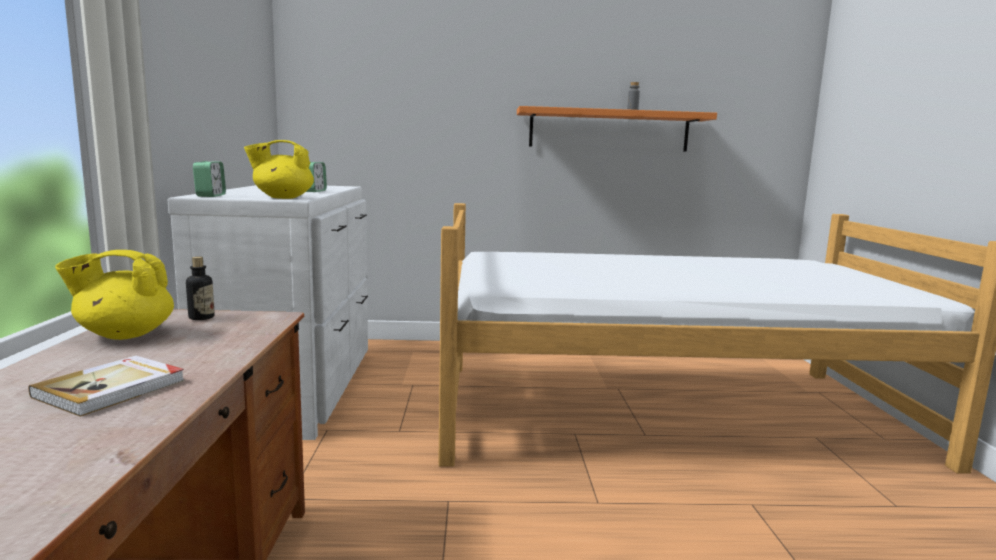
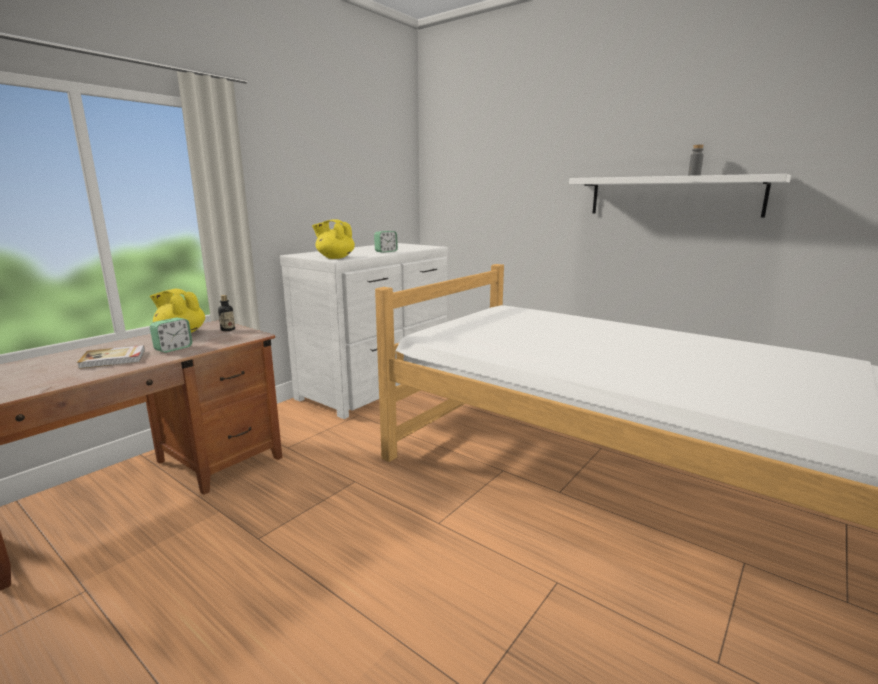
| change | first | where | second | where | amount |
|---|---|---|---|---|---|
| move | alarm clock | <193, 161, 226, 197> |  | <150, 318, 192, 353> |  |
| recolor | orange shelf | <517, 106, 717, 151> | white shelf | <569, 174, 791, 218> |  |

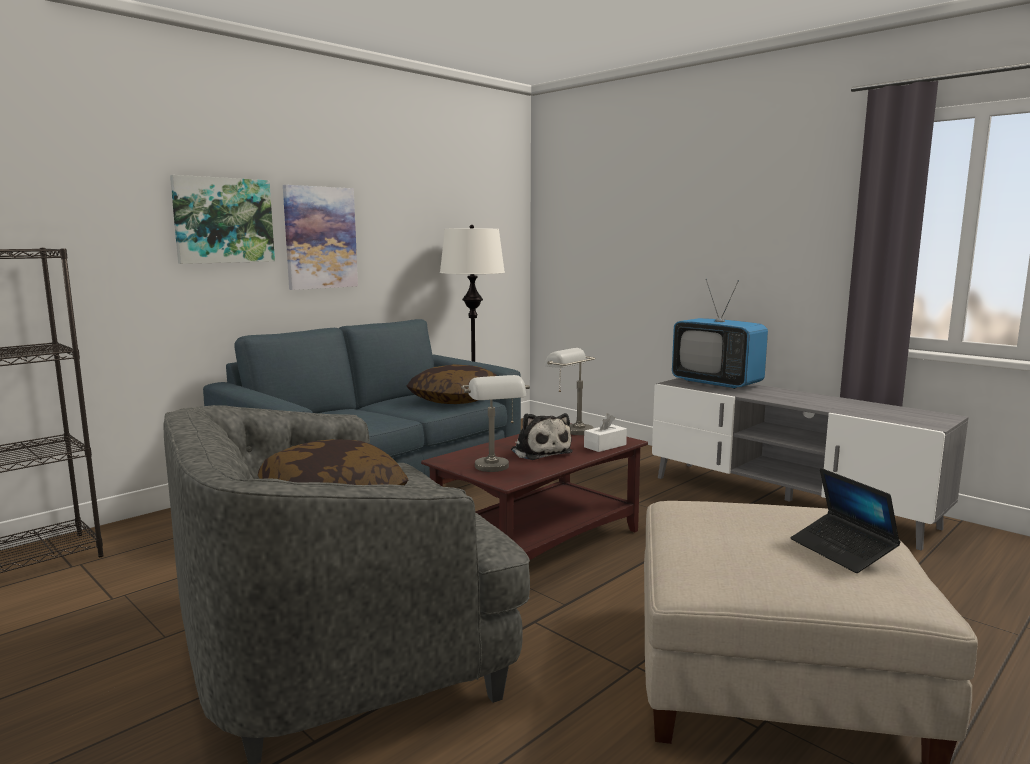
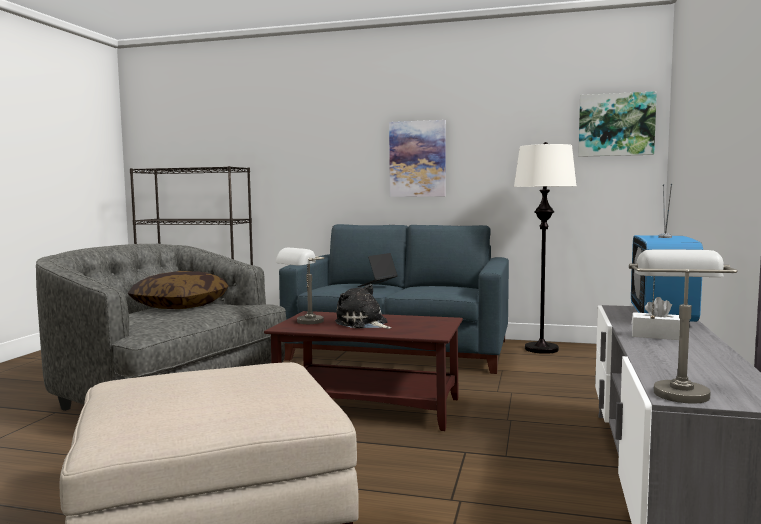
| change | first | where | second | where | amount |
|---|---|---|---|---|---|
| move | picture | <170, 175, 275, 264> |  | <578, 91, 657, 157> |  |
| delete | pillow | <406, 364, 497, 404> |  |  |  |
| rotate | plush toy | <511, 413, 572, 460> |  | <335, 284, 392, 329> | 105 degrees clockwise |
| move | grey table lamp | <544, 348, 595, 435> |  | <629, 249, 738, 404> |  |
| move | white tissue box | <584, 413, 627, 452> |  | <632, 297, 680, 340> |  |
| move | laptop | <791, 468, 901, 573> |  | <358, 253, 398, 287> |  |

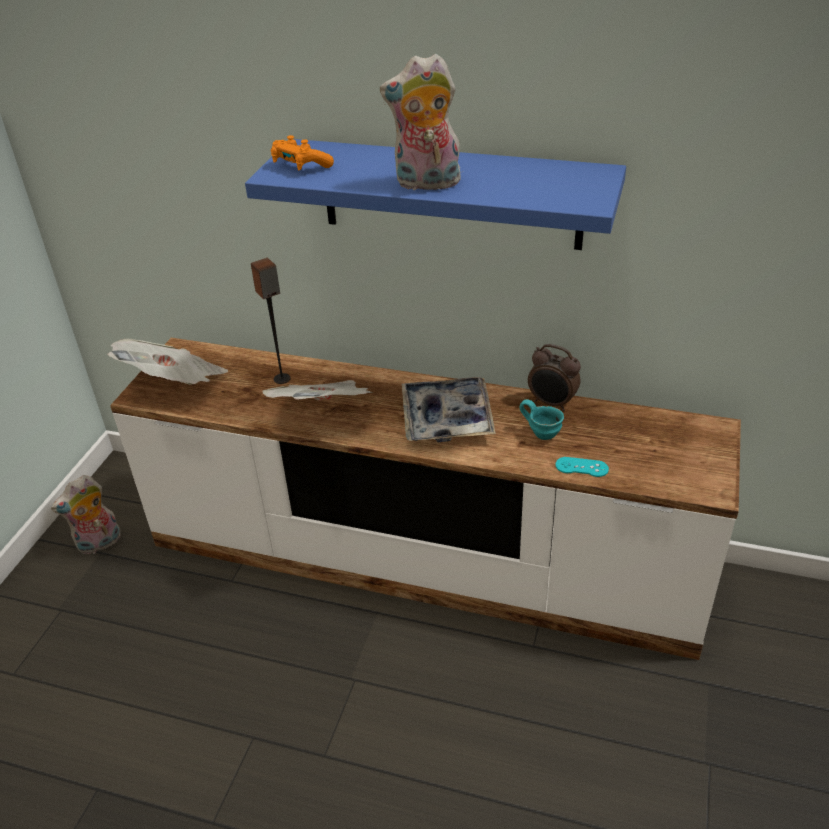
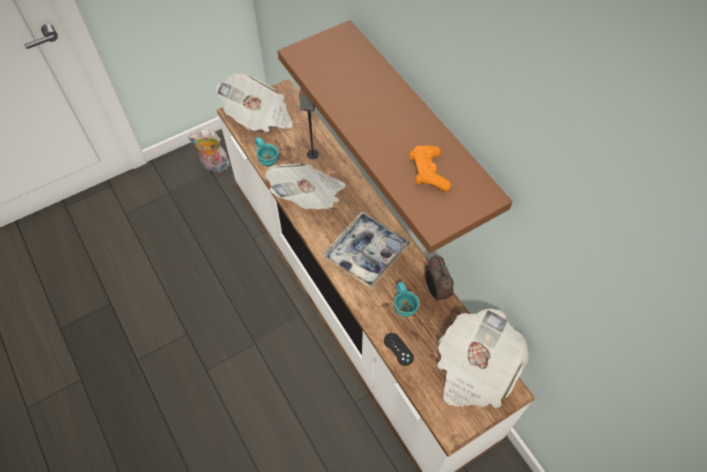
| change | first | where | second | where | amount |
|---|---|---|---|---|---|
| recolor | blue shelf | <245, 139, 626, 250> | brown shelf | <278, 20, 513, 253> |  |
| move | orange game controller | <271, 135, 334, 170> |  | <410, 145, 451, 191> |  |
| delete | plush toy | <380, 54, 461, 190> |  |  |  |
| recolor | turquoise game controller | <556, 457, 609, 477> | black game controller | <384, 333, 414, 366> |  |
| insert |  |  | turquoise mug | <255, 137, 279, 167> |  |
| insert |  |  | newspaper | <437, 308, 529, 408> |  |

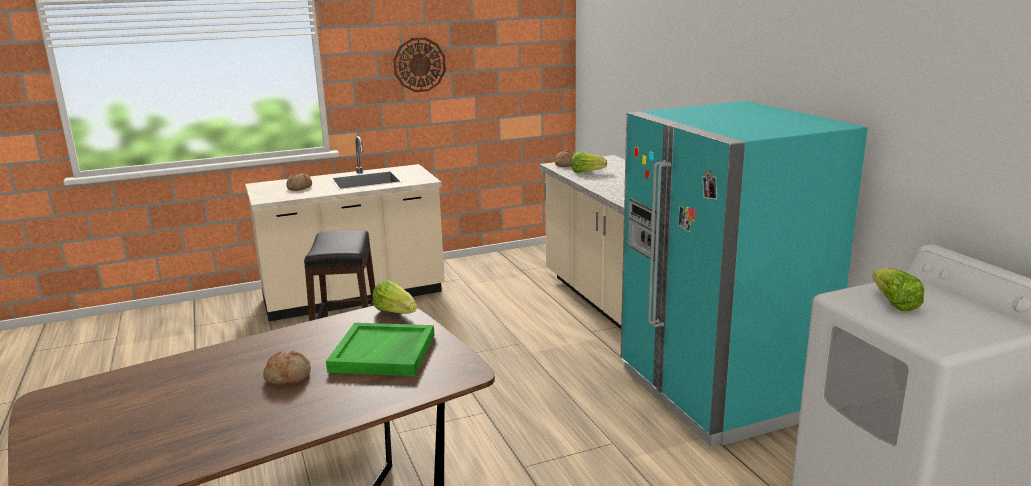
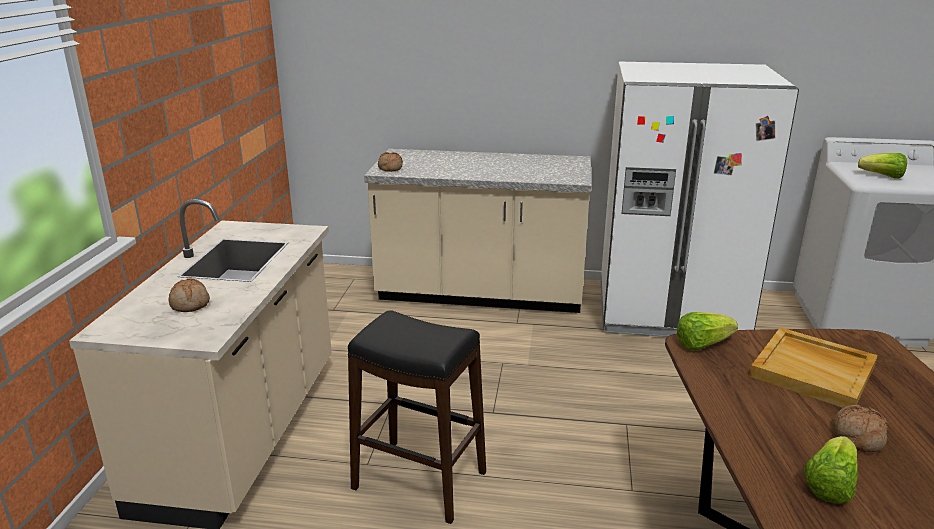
| change | first | where | second | where | amount |
|---|---|---|---|---|---|
| recolor | green tray | <326, 323, 435, 376> | beige tray | <749, 327, 878, 408> |  |
| delete | wall clock | <393, 37, 446, 92> |  |  |  |
| move | lettuce | <572, 152, 607, 173> |  | <804, 436, 858, 504> |  |
| recolor | turquoise fridge | <621, 101, 868, 446> | white fridge | <601, 62, 799, 337> |  |

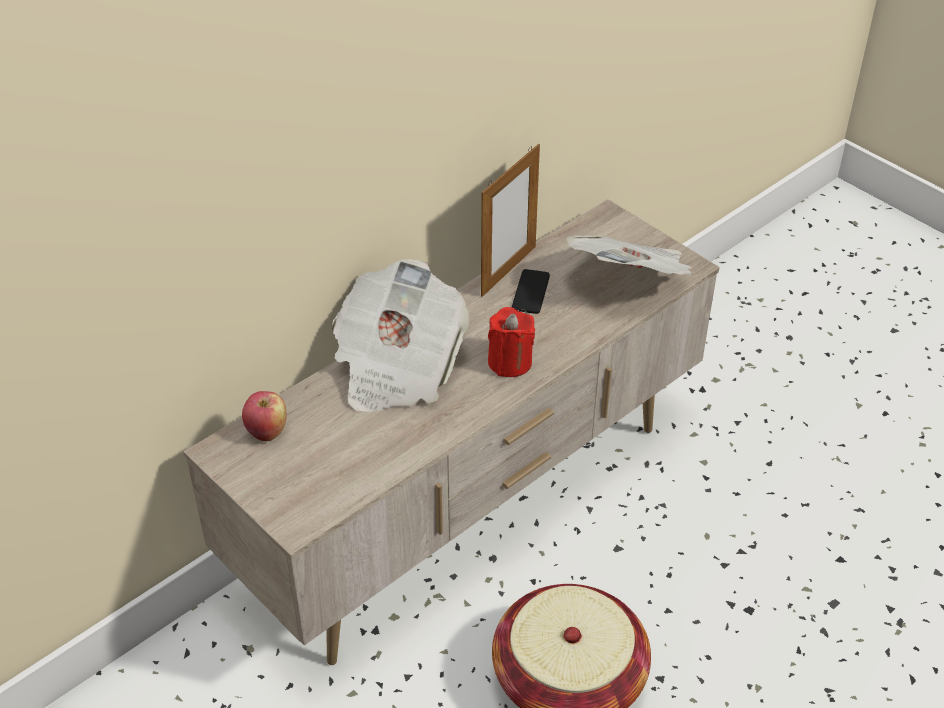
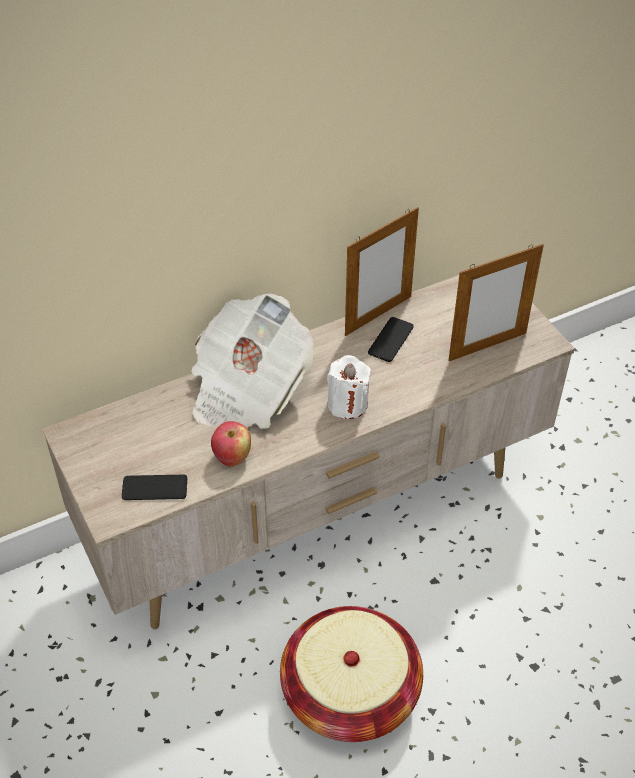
| change | first | where | second | where | amount |
|---|---|---|---|---|---|
| move | apple | <242, 391, 286, 441> |  | <211, 421, 251, 467> |  |
| recolor | red candle | <488, 307, 535, 377> | white candle | <327, 355, 371, 419> |  |
| replace | newspaper | <566, 236, 693, 275> | picture frame | <448, 244, 544, 362> |  |
| insert |  |  | phone | <122, 475, 187, 500> |  |

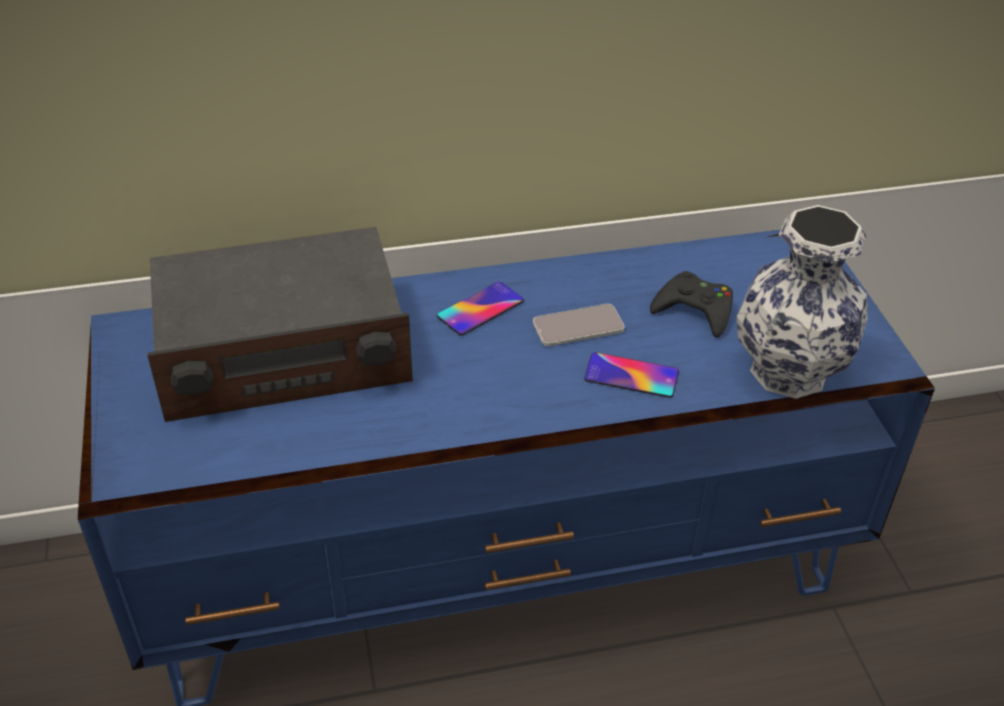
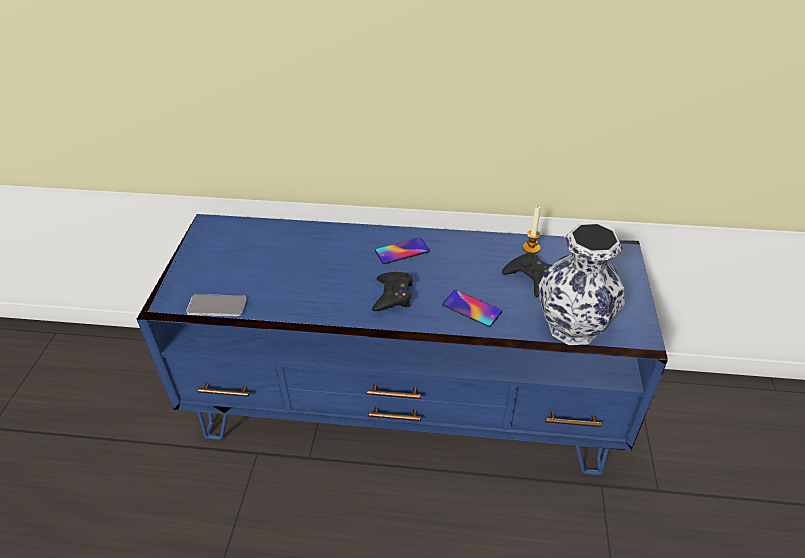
| change | first | where | second | where | amount |
|---|---|---|---|---|---|
| delete | radio | <147, 227, 413, 422> |  |  |  |
| move | phone | <533, 304, 625, 346> |  | <186, 294, 247, 316> |  |
| insert |  |  | black game controller | <372, 272, 413, 311> |  |
| insert |  |  | candle | <523, 206, 541, 254> |  |

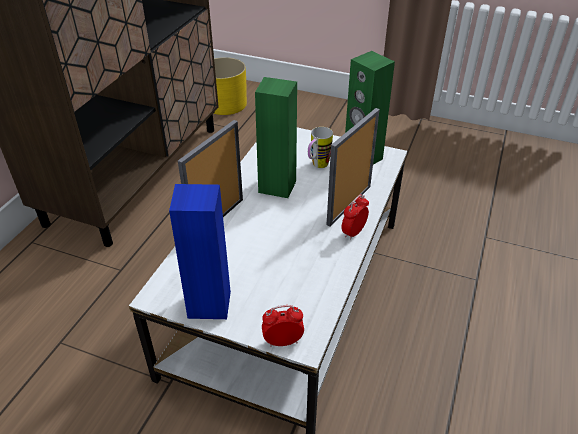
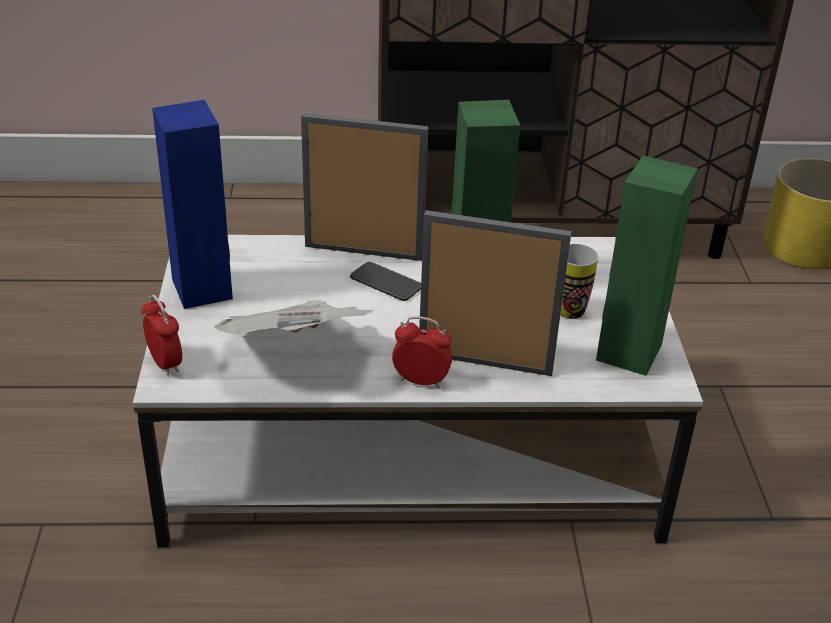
| change | first | where | second | where | amount |
|---|---|---|---|---|---|
| insert |  |  | newspaper | <214, 300, 373, 334> |  |
| insert |  |  | phone | <350, 262, 421, 301> |  |

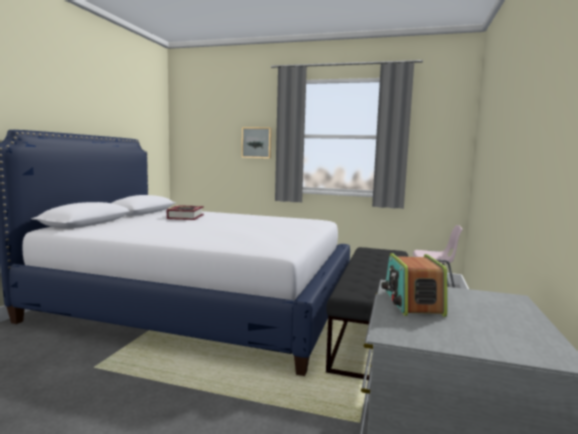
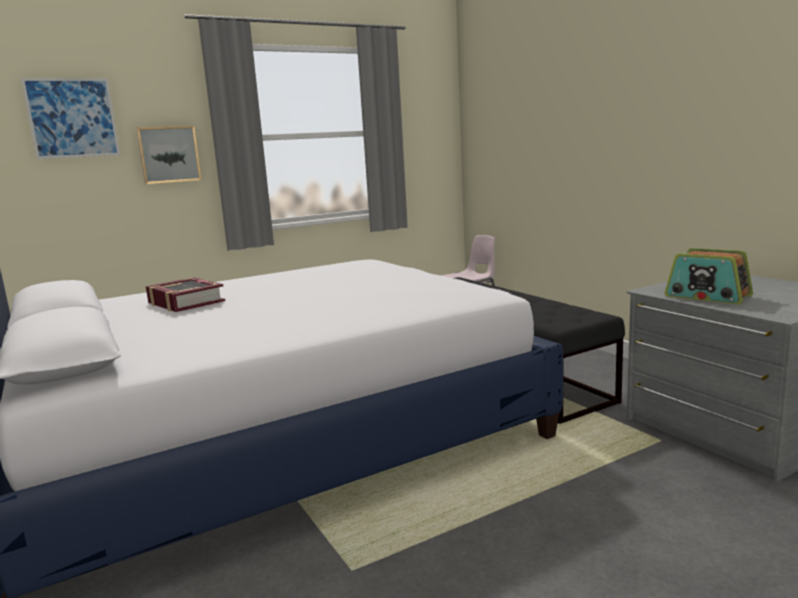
| change | first | where | second | where | amount |
|---|---|---|---|---|---|
| insert |  |  | picture | <21, 78, 120, 159> |  |

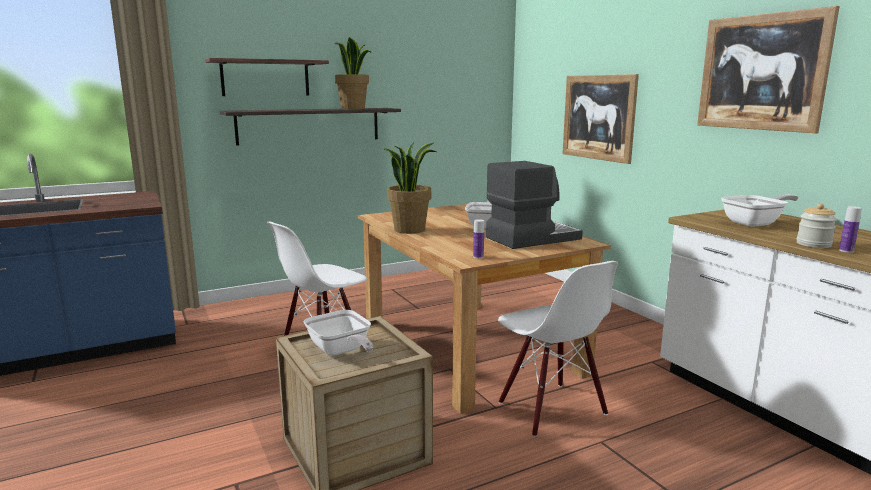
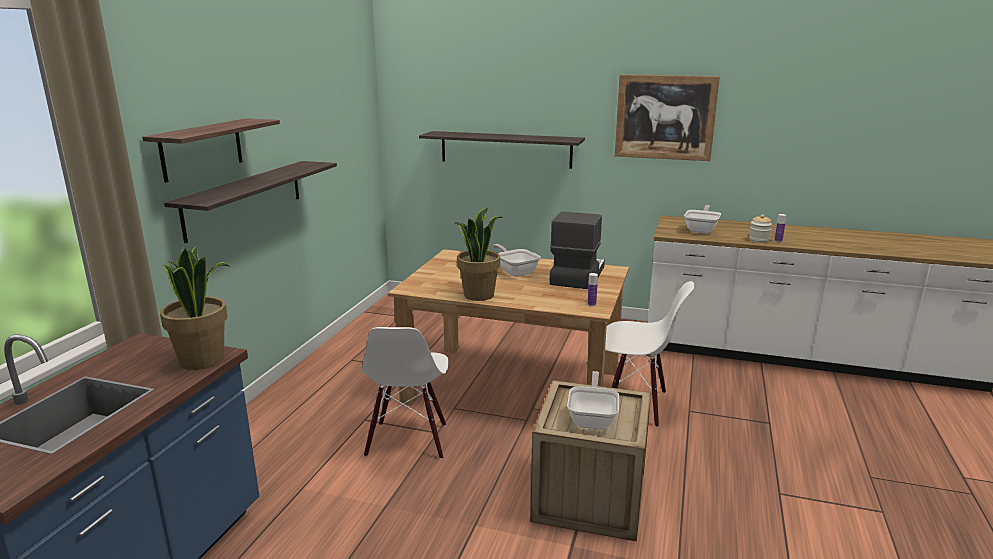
| change | first | where | second | where | amount |
|---|---|---|---|---|---|
| rotate | frying pan | <304, 310, 373, 356> |  | <567, 371, 619, 429> | 90 degrees counterclockwise |
| move | potted plant | <335, 37, 372, 109> |  | <160, 246, 231, 370> |  |
| replace | picture | <562, 74, 639, 164> | shelf | <419, 131, 585, 169> |  |

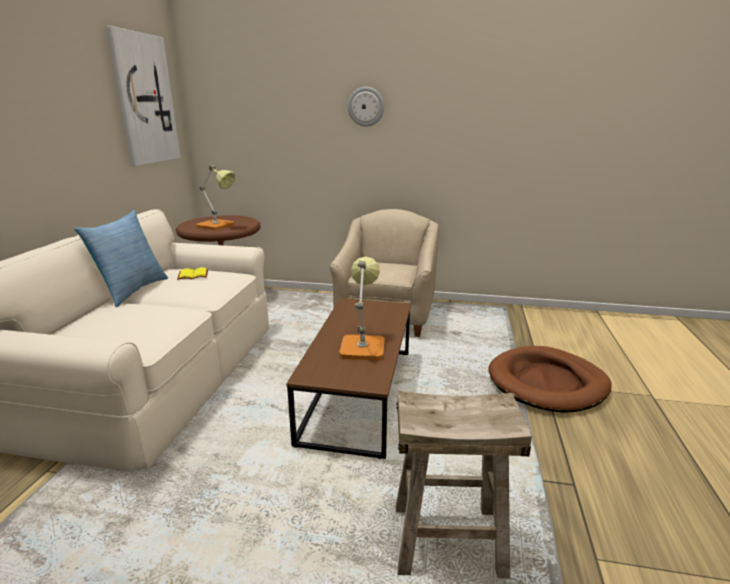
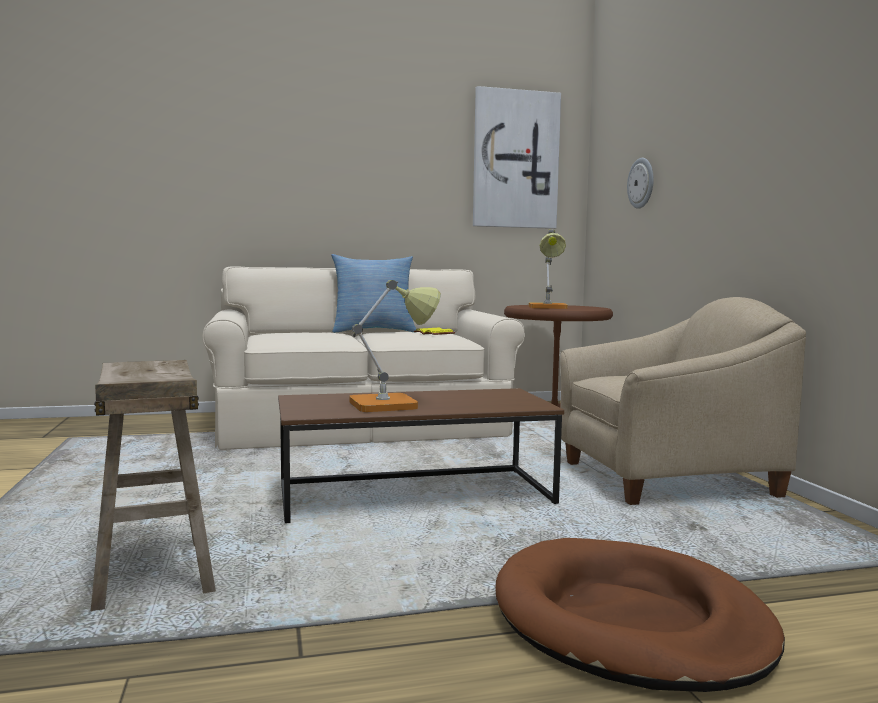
| change | first | where | second | where | amount |
|---|---|---|---|---|---|
| move | wall clock | <348, 87, 384, 127> |  | <627, 158, 654, 209> |  |

